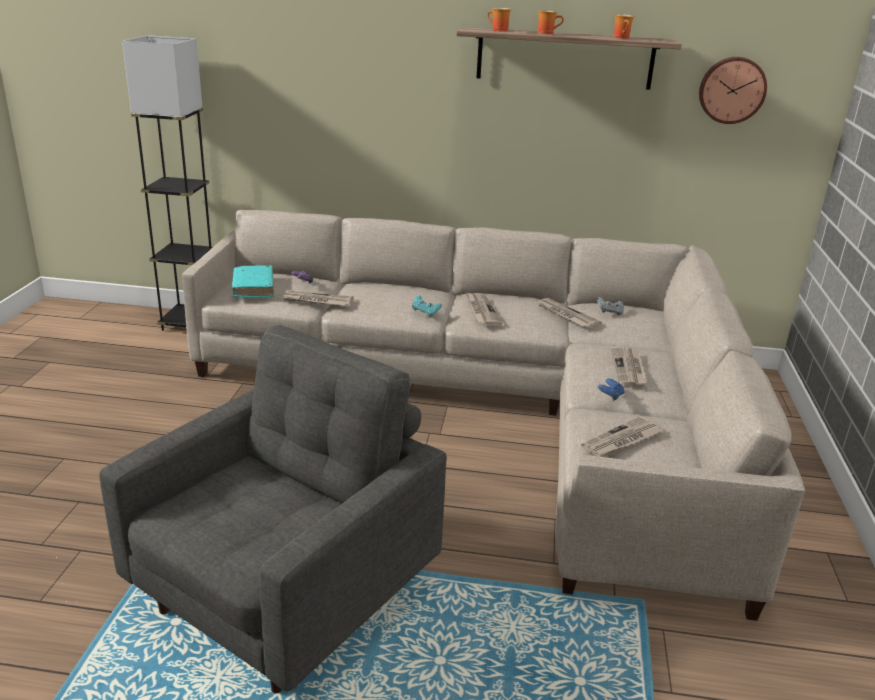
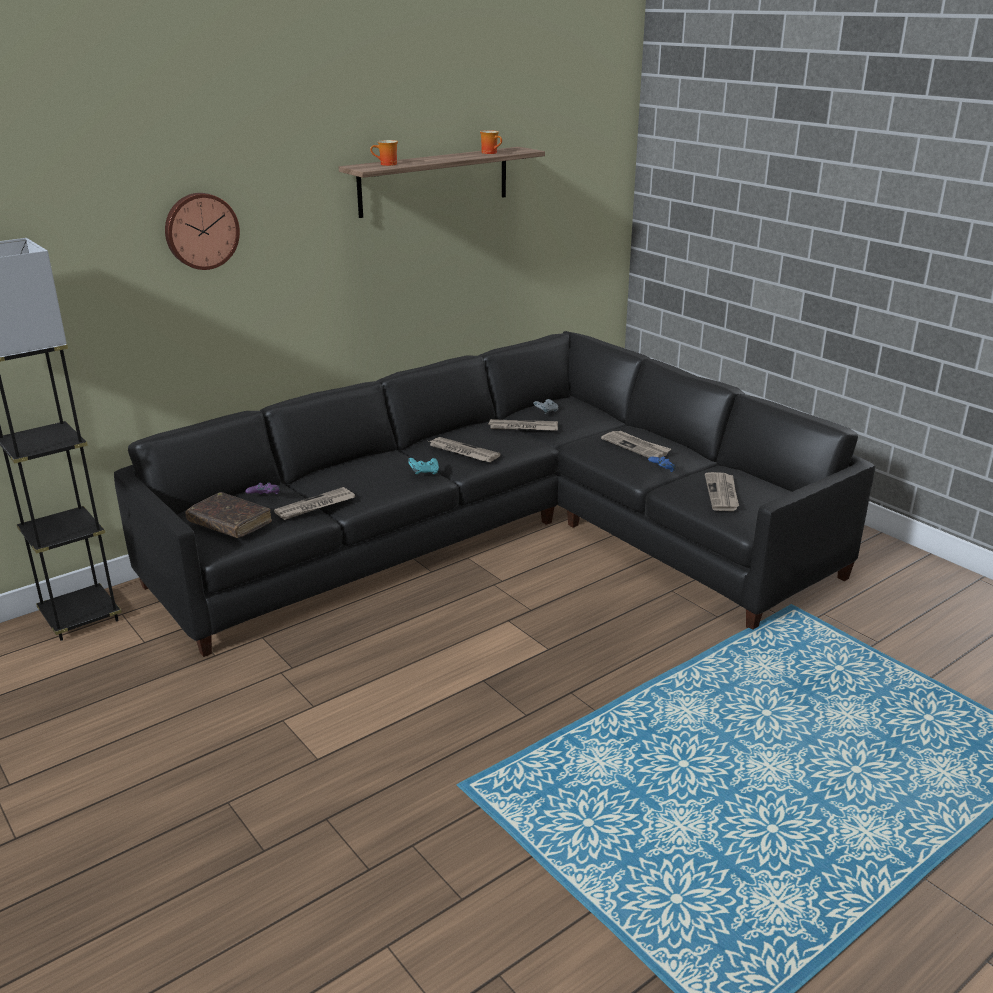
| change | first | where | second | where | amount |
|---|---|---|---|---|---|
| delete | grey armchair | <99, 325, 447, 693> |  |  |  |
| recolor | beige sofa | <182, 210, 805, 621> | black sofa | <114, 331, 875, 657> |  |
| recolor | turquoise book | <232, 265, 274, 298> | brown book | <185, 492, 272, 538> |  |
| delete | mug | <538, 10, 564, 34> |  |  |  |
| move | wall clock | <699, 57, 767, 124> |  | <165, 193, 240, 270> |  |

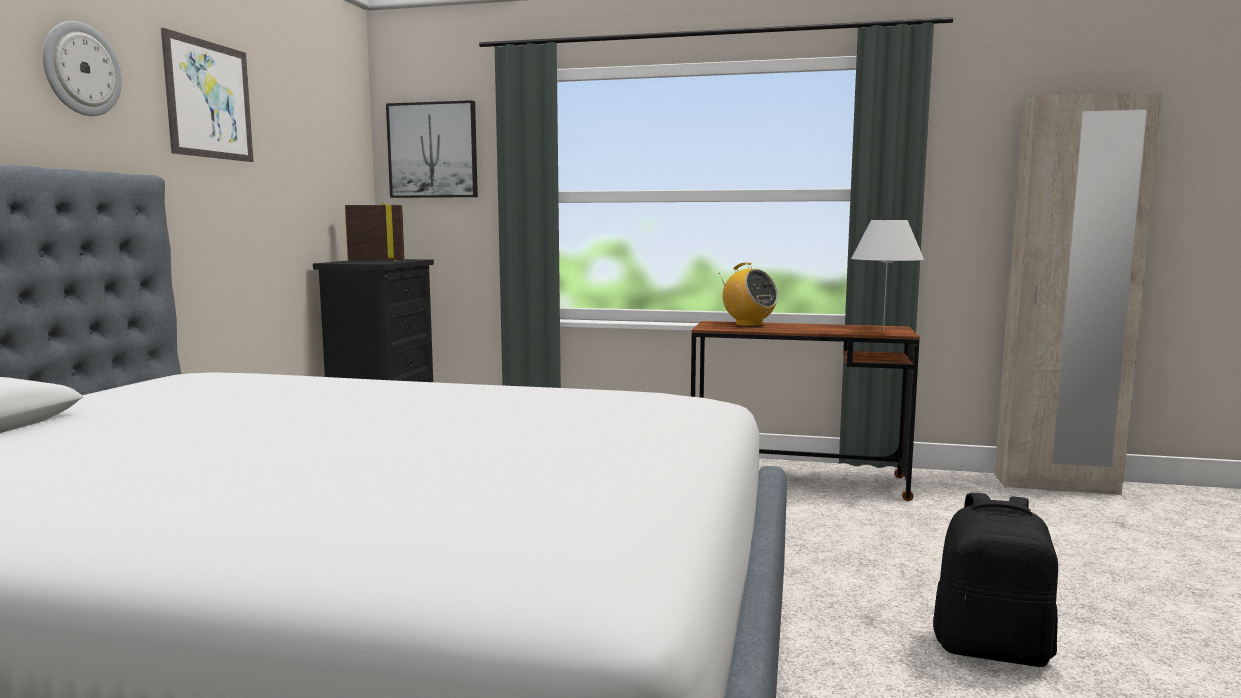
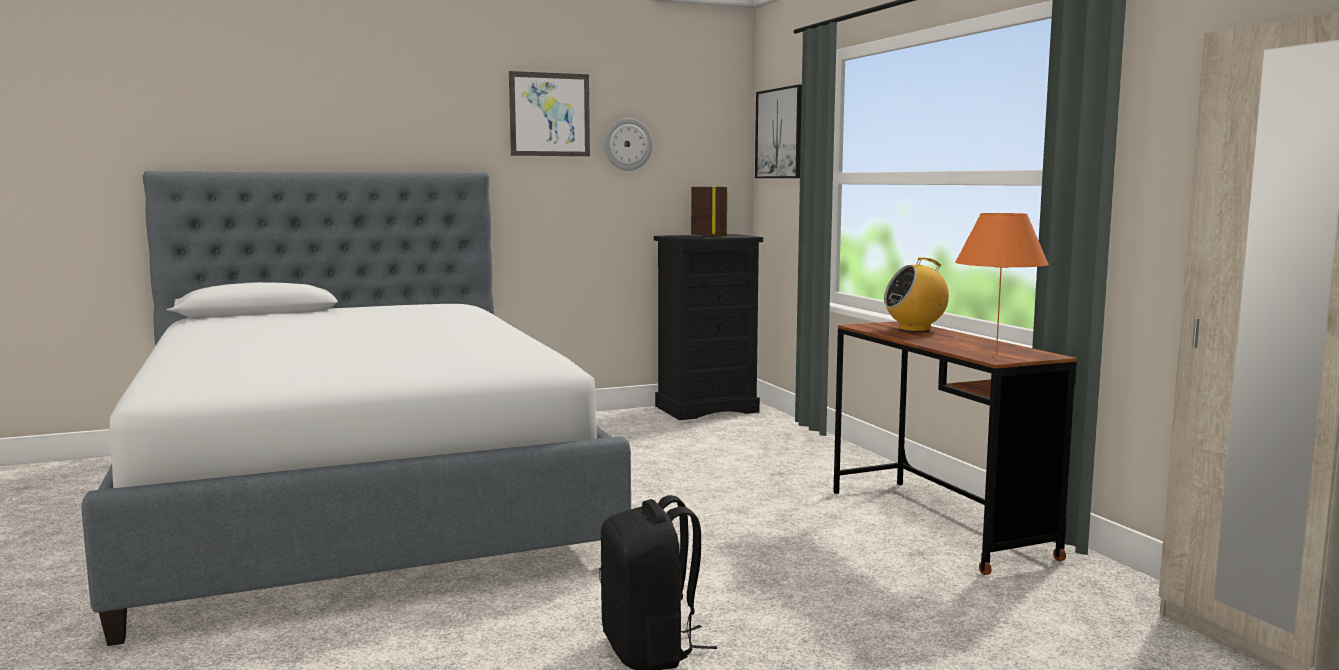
| change | first | where | second | where | amount |
|---|---|---|---|---|---|
| move | wall clock | <43, 21, 122, 116> |  | <604, 118, 653, 171> |  |
| rotate | radio | <719, 262, 778, 327> |  | <884, 257, 949, 332> | 60 degrees clockwise |
| recolor | white table lamp | <851, 220, 924, 332> | orange table lamp | <955, 213, 1049, 355> |  |

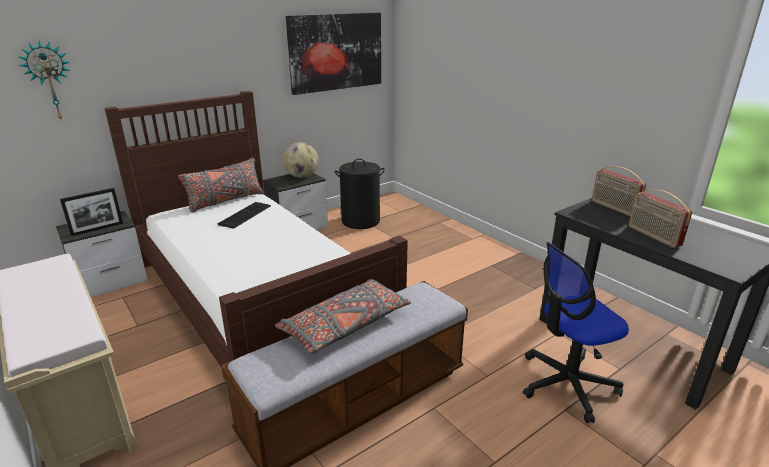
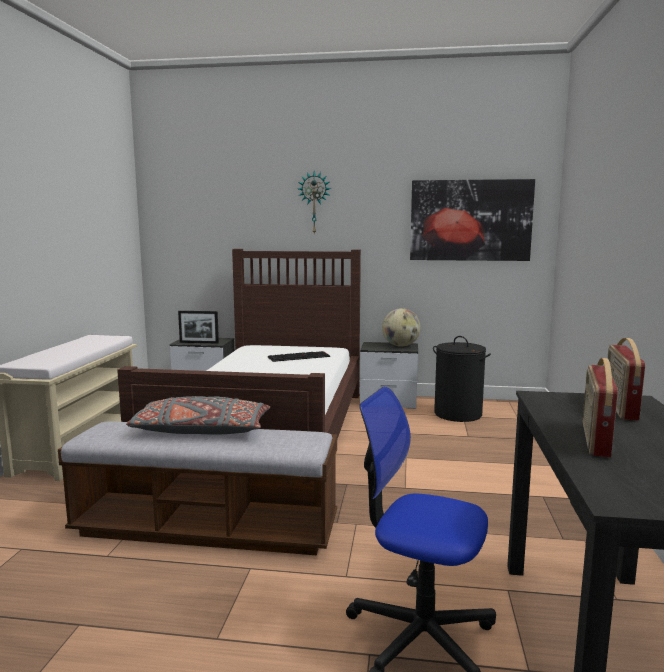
| change | first | where | second | where | amount |
|---|---|---|---|---|---|
| move | wall clock | <18, 41, 71, 119> |  | <298, 171, 331, 235> |  |
| delete | grey pillow | <178, 158, 264, 212> |  |  |  |

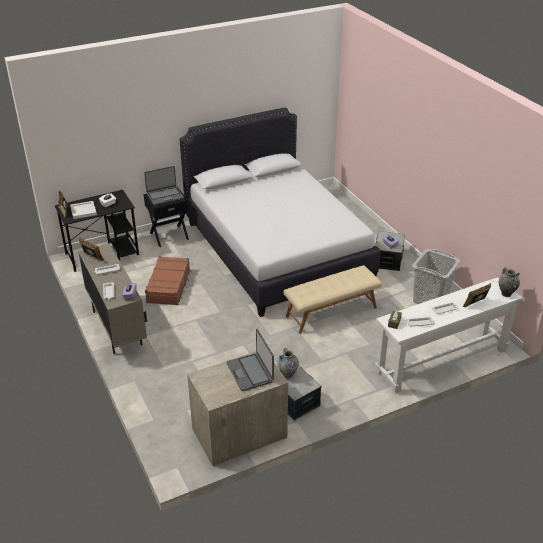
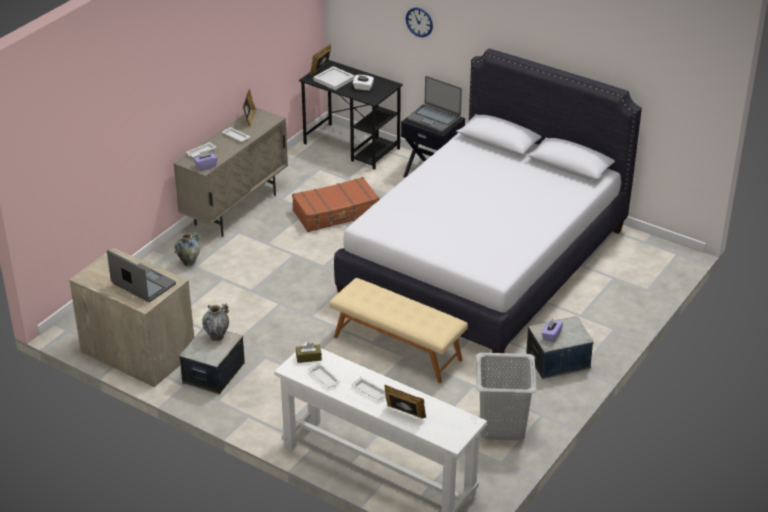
| change | first | where | second | where | amount |
|---|---|---|---|---|---|
| rotate | laptop | <227, 329, 274, 391> |  | <107, 250, 176, 302> | 90 degrees clockwise |
| move | vase | <499, 267, 520, 297> |  | <174, 232, 200, 266> |  |
| insert |  |  | wall clock | <406, 7, 433, 37> |  |

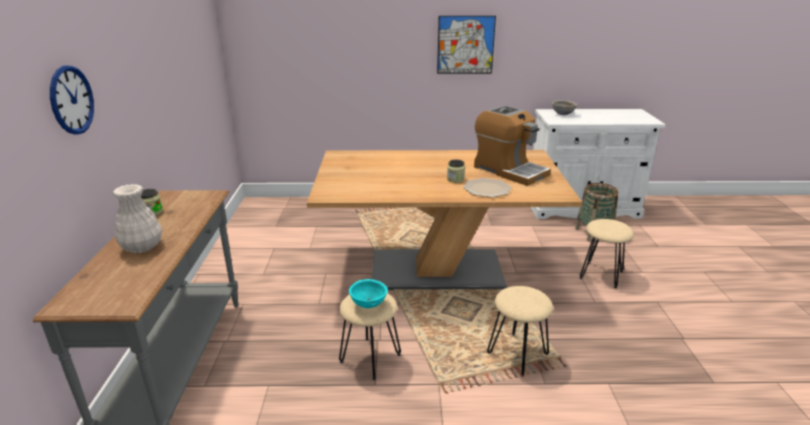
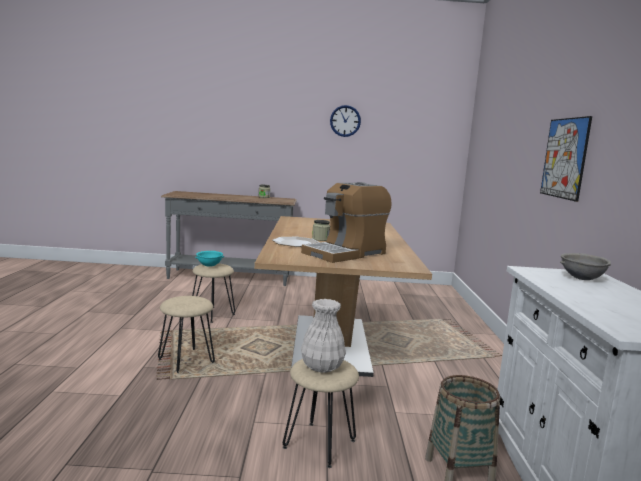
| change | first | where | second | where | amount |
|---|---|---|---|---|---|
| move | wall clock | <50, 65, 94, 135> |  | <330, 105, 361, 137> |  |
| move | white vase | <113, 184, 162, 253> |  | <301, 299, 346, 373> |  |

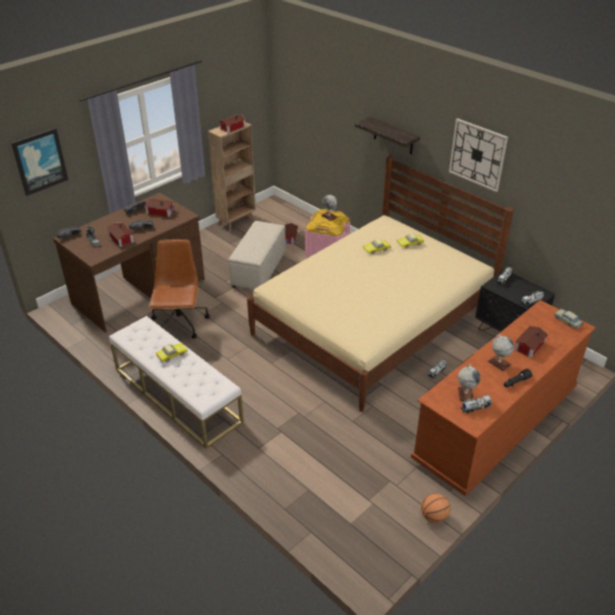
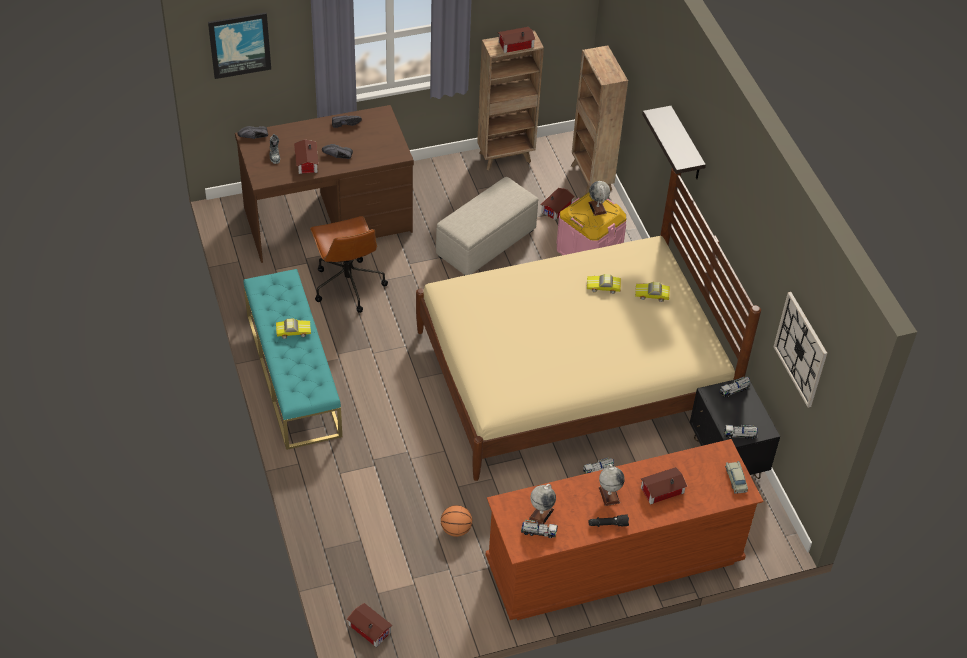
| change | first | where | second | where | amount |
|---|---|---|---|---|---|
| recolor | white bench | <109, 316, 244, 448> | turquoise bench | <244, 269, 342, 450> |  |
| move | toy house | <145, 199, 175, 217> |  | <347, 603, 393, 647> |  |
| rotate | brown office chair | <149, 239, 210, 339> |  | <310, 216, 388, 313> | 135 degrees clockwise |
| move | basketball | <421, 493, 450, 523> |  | <441, 505, 472, 537> |  |
| move | wall clock | <449, 118, 508, 192> |  | <774, 292, 827, 408> |  |
| insert |  |  | brown bookcase | <571, 45, 628, 194> |  |

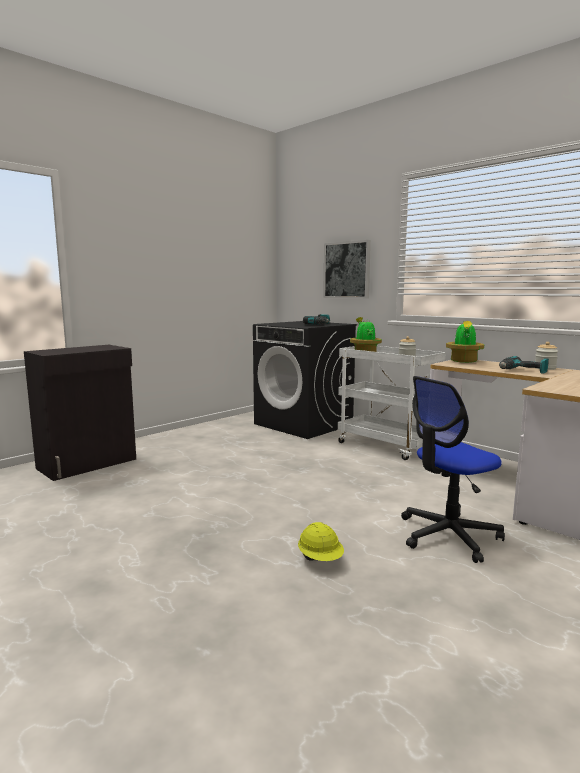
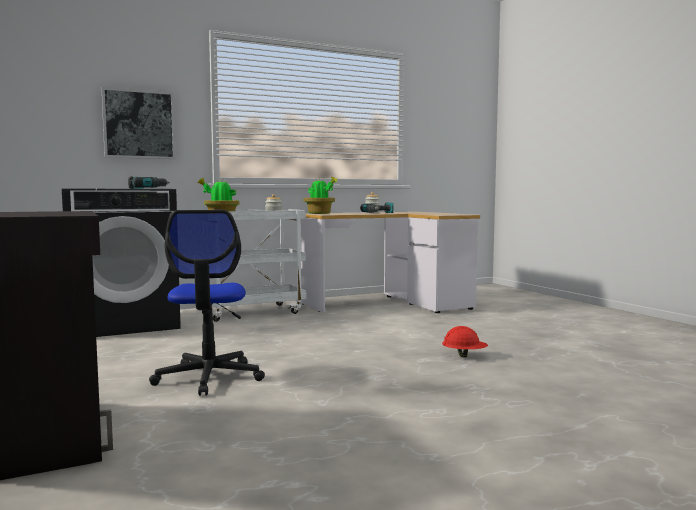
| change | first | where | second | where | amount |
|---|---|---|---|---|---|
| recolor | yellow hard hat | <298, 522, 344, 561> | red hard hat | <442, 326, 488, 358> |  |
| move | office chair | <401, 376, 505, 563> |  | <149, 210, 265, 396> |  |

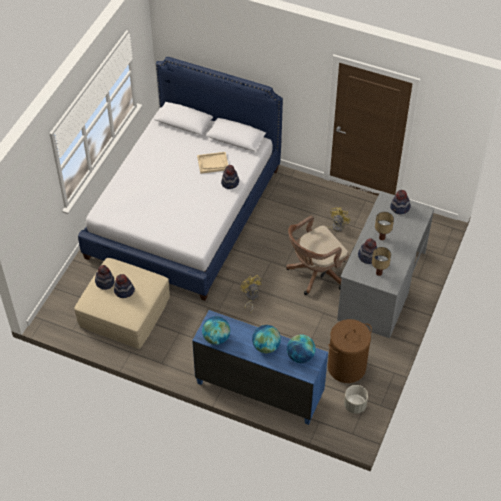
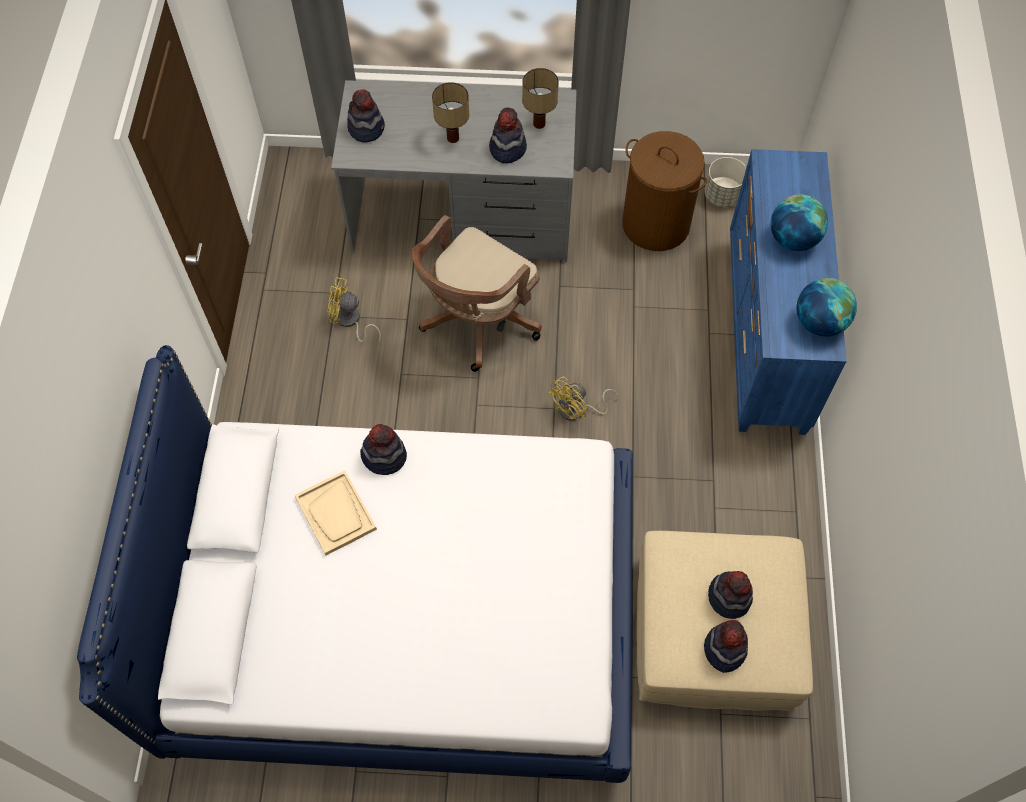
| change | first | where | second | where | amount |
|---|---|---|---|---|---|
| rotate | brown office chair | <286, 216, 349, 295> |  | <412, 215, 542, 372> | 90 degrees clockwise |
| delete | globe | <287, 334, 316, 363> |  |  |  |

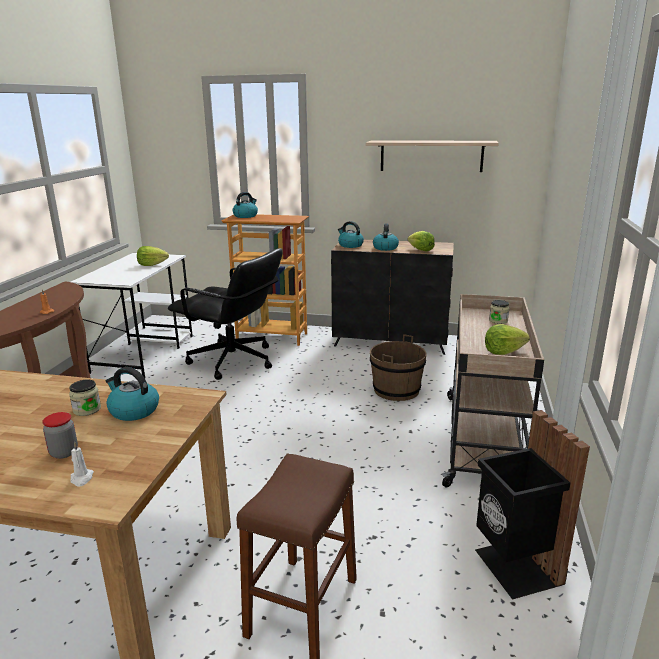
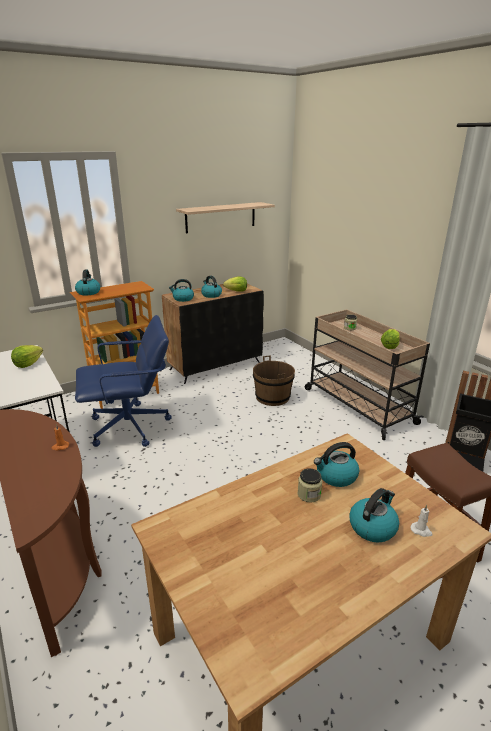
| change | first | where | second | where | amount |
|---|---|---|---|---|---|
| replace | jar | <42, 412, 78, 459> | kettle | <349, 488, 399, 543> |  |
| recolor | black office chair | <168, 248, 283, 380> | blue office chair | <75, 315, 172, 447> |  |

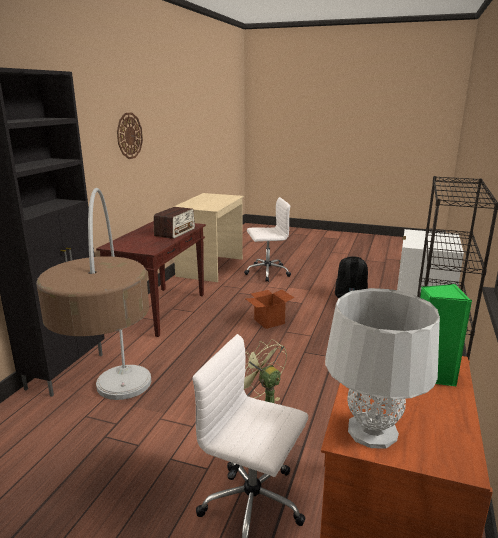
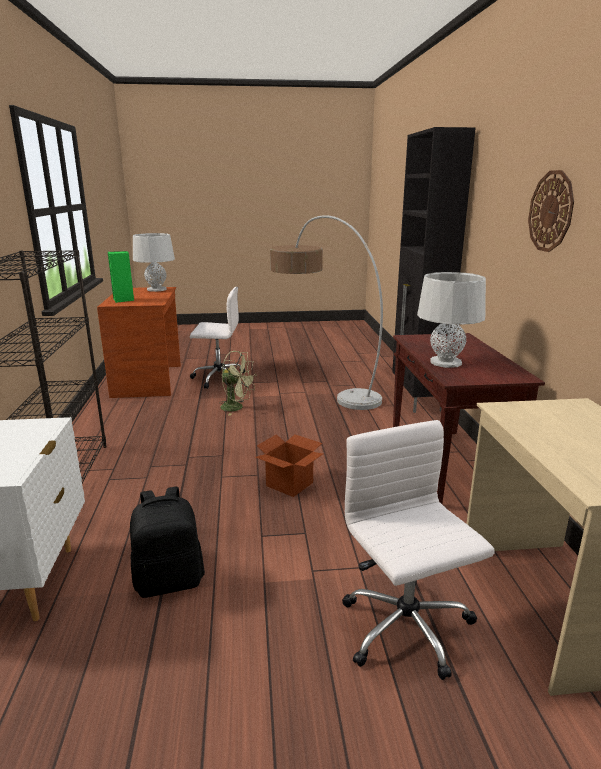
| change | first | where | second | where | amount |
|---|---|---|---|---|---|
| replace | radio | <154, 207, 195, 239> | grey table lamp | <417, 272, 486, 368> |  |
| rotate | white office chair | <244, 197, 291, 282> |  | <342, 420, 494, 680> | 105 degrees clockwise |

